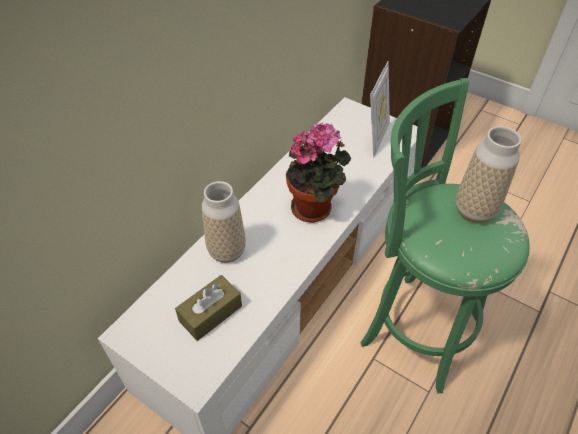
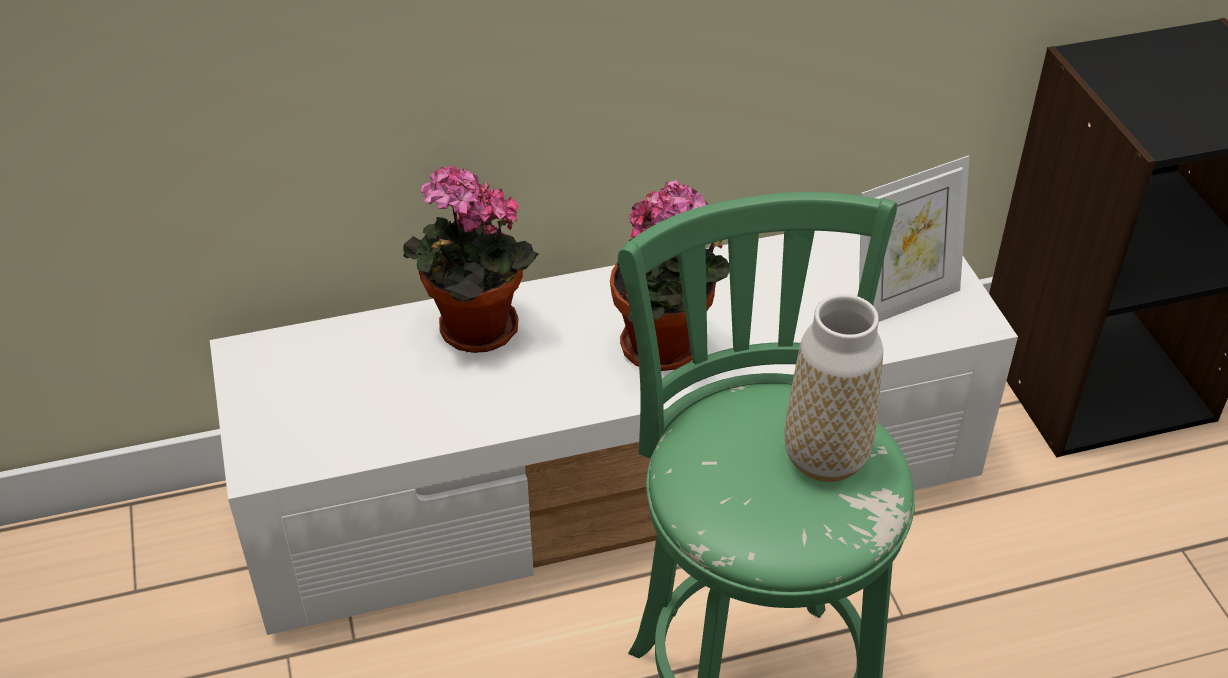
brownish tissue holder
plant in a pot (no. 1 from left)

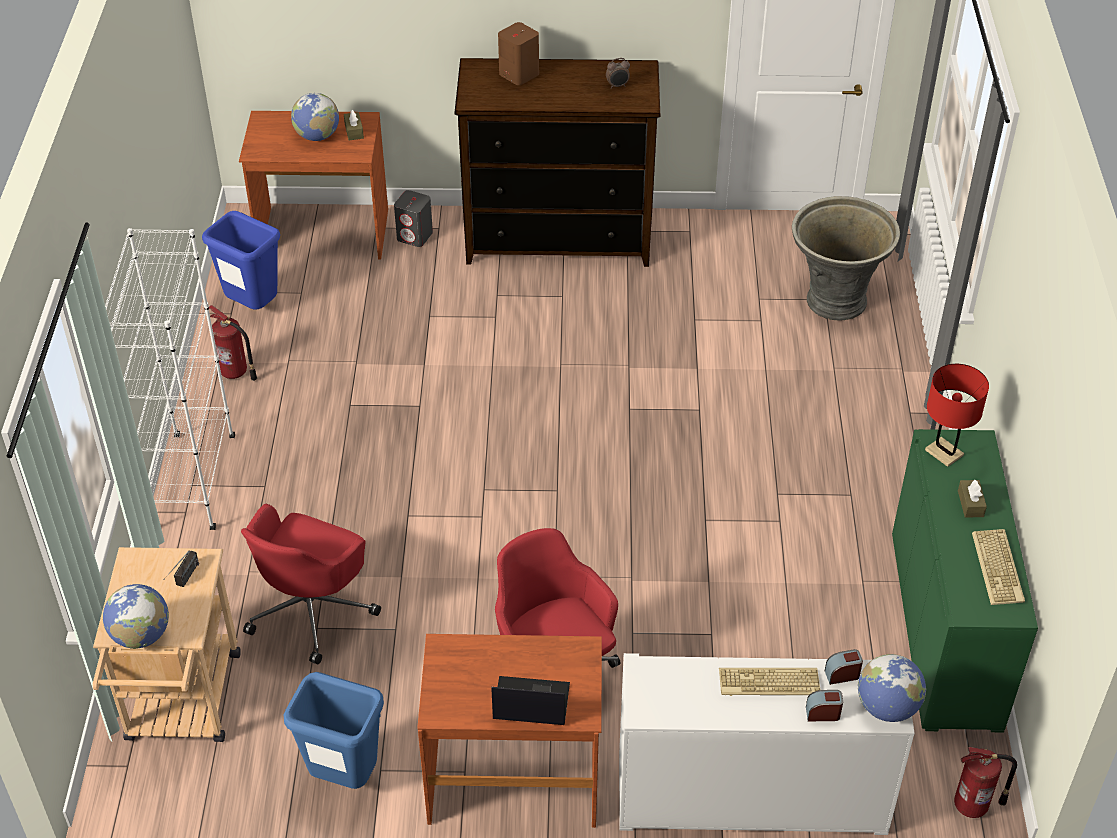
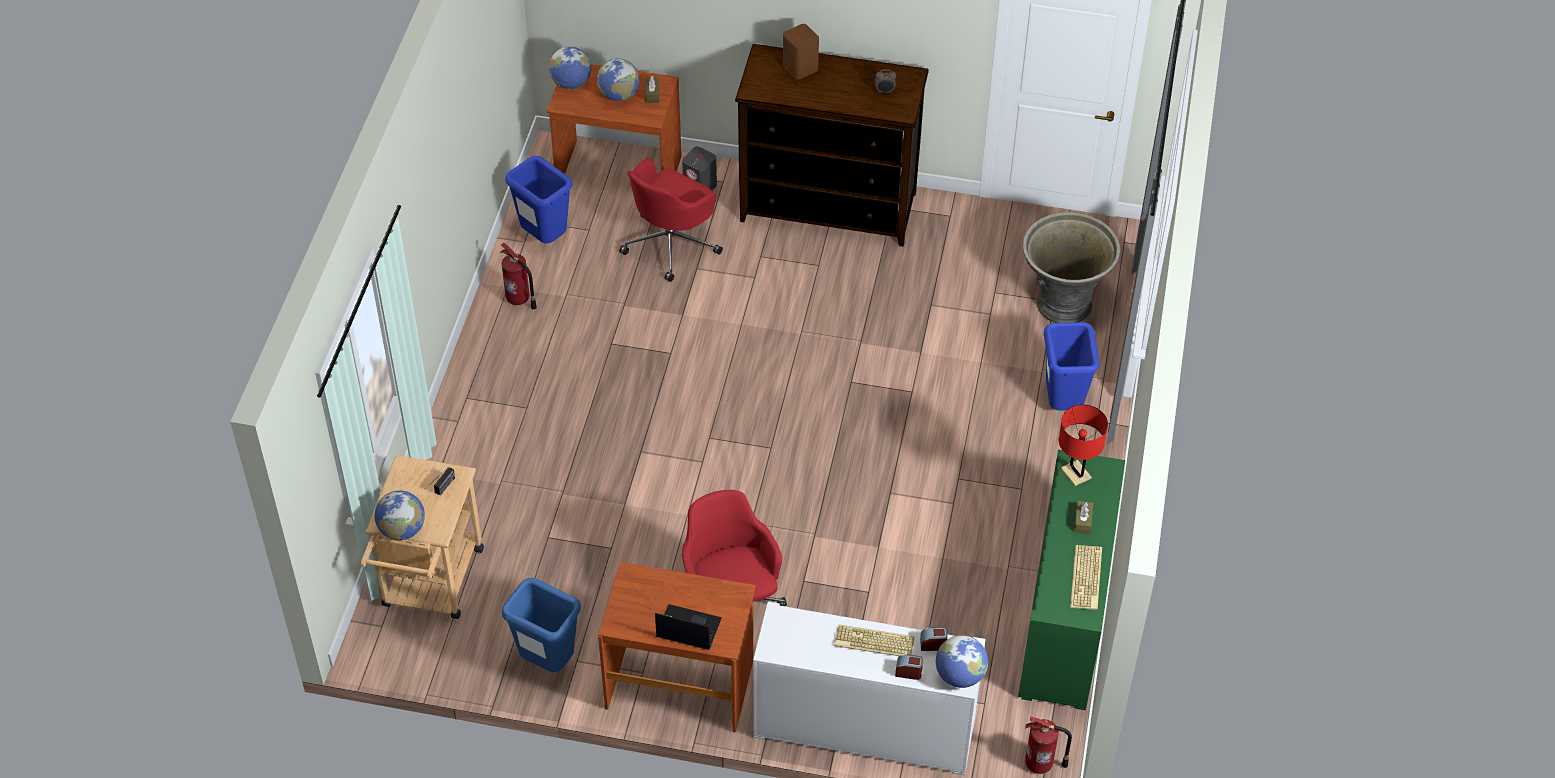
white bookcase
red office chair (no. 1 from left)
world globe (no. 2 from left)
blue trash can (no. 3 from left)

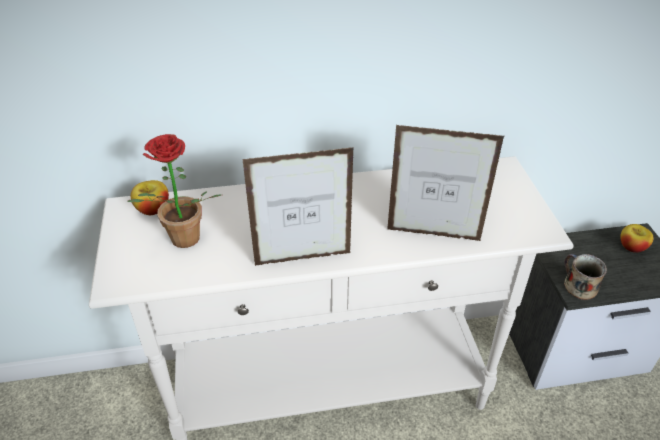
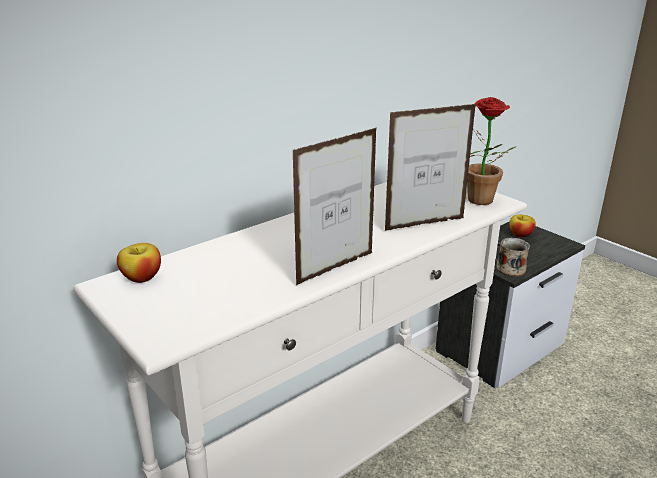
plant in a pot

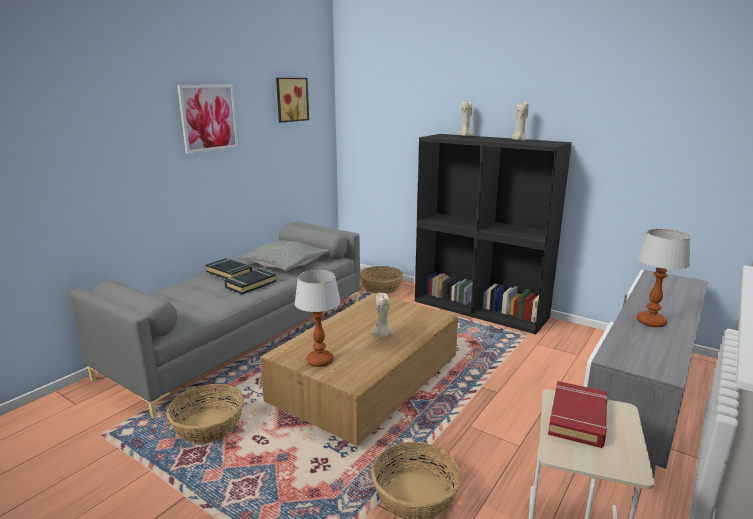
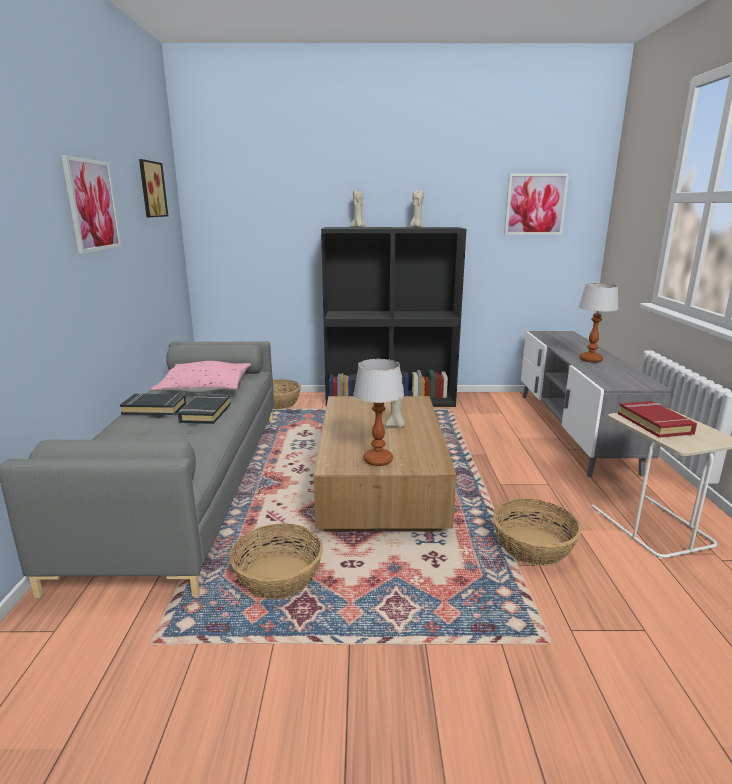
pink-coloured throw pillow
wall picture (no. 3 from left)

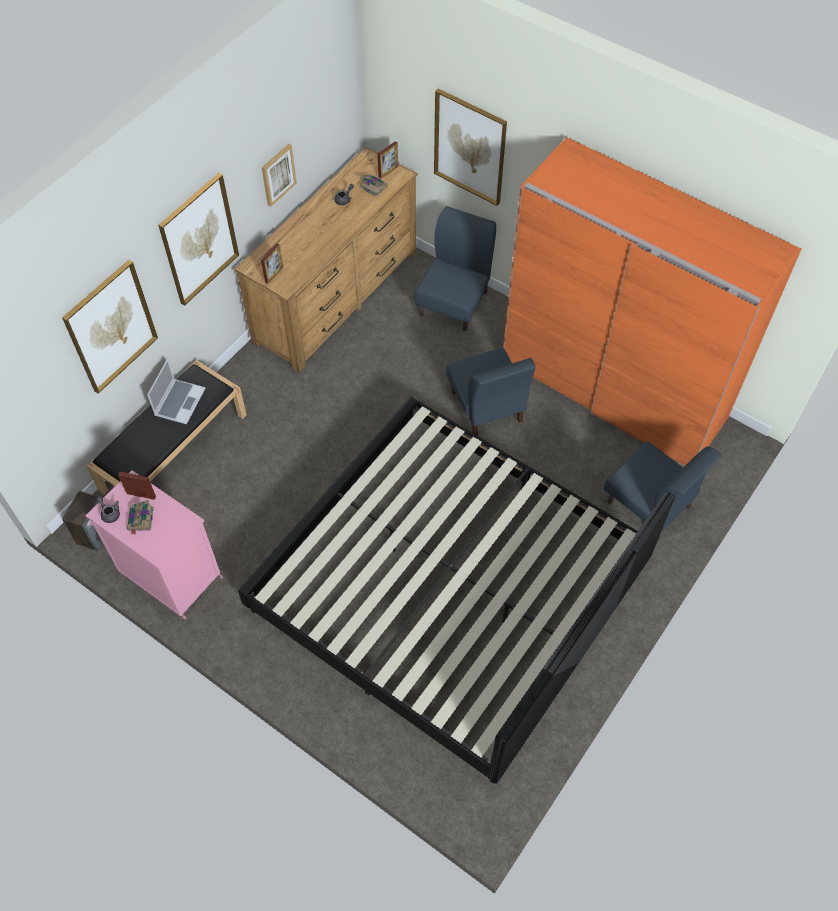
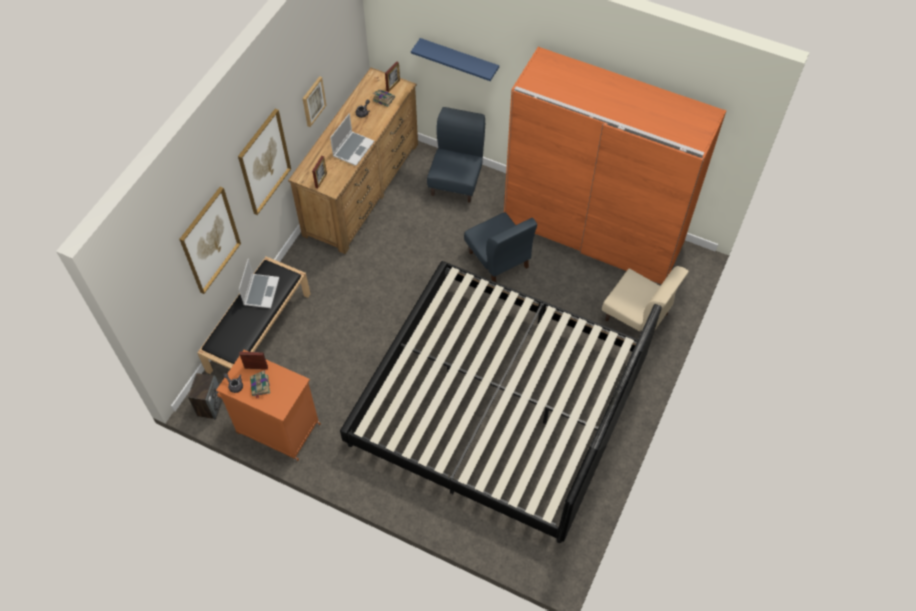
orangey cupboard
blue shelf
beige chair
laptop (no. 2 from left)

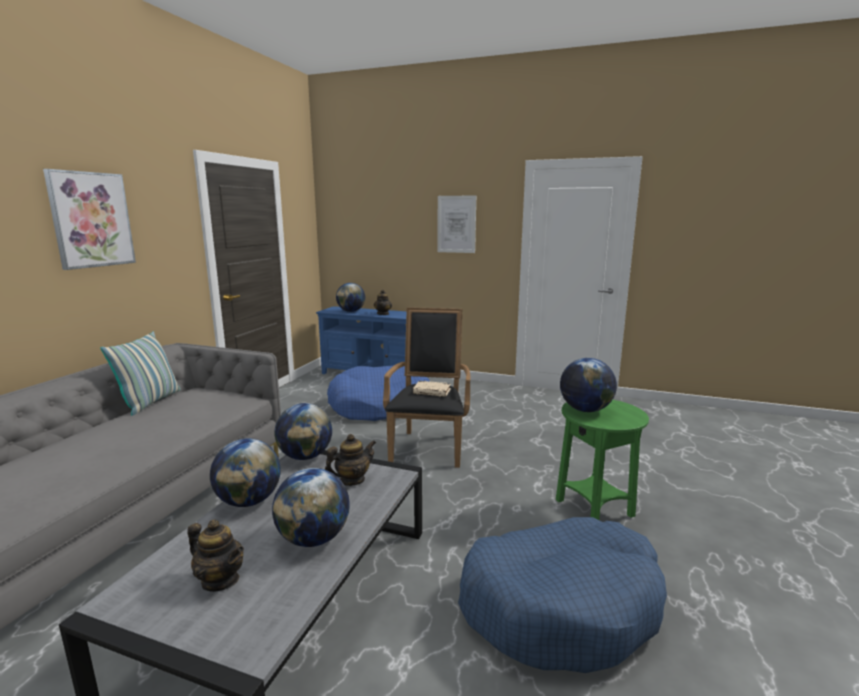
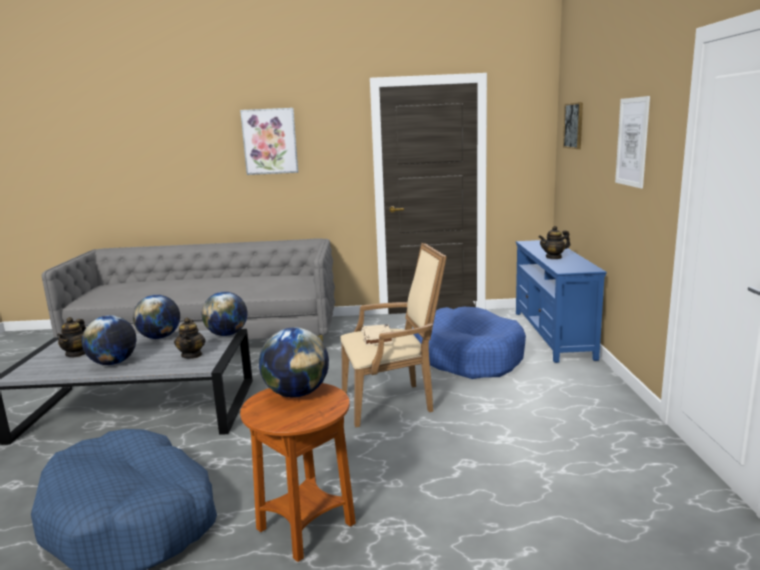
throw pillow
teapot (no. 2 from left)
world globe (no. 4 from left in the first image)
beige armchair
brownish end table
wall picture (no. 2 from left)

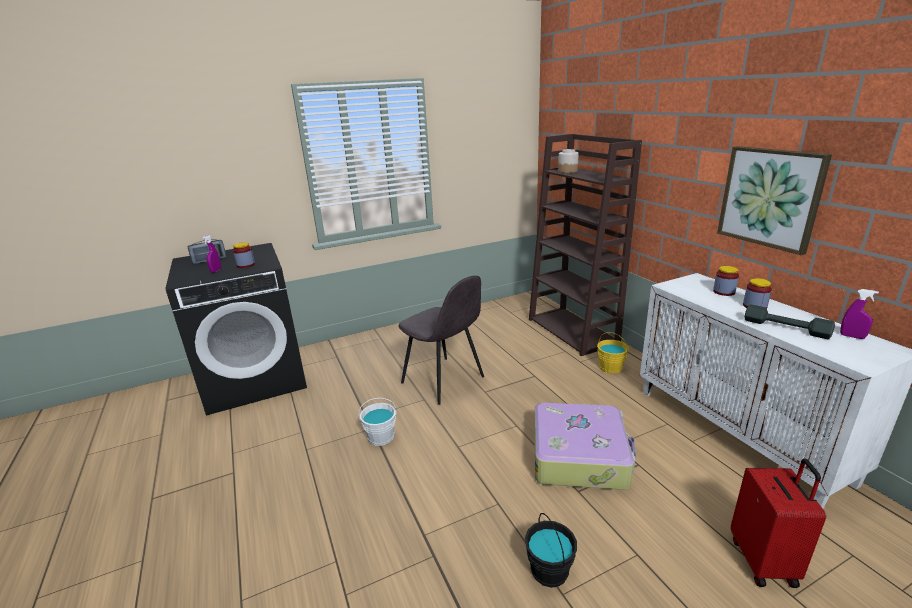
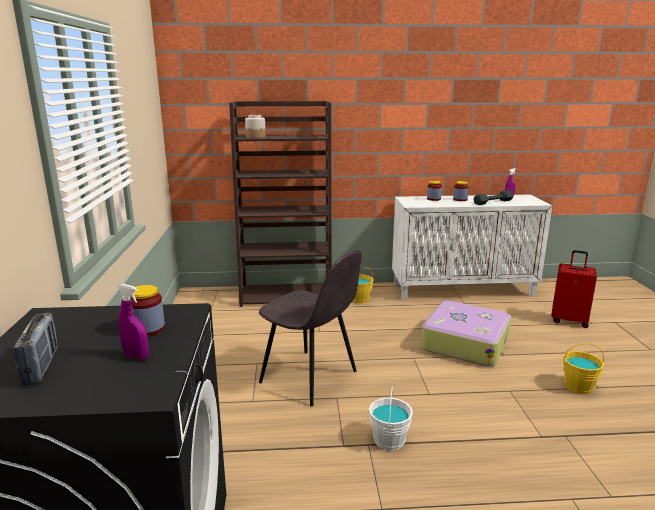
grey chair
yellowish bucket (no. 2 from left)
wall picture

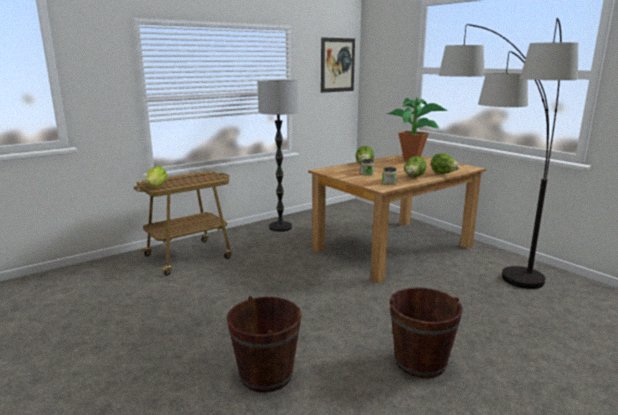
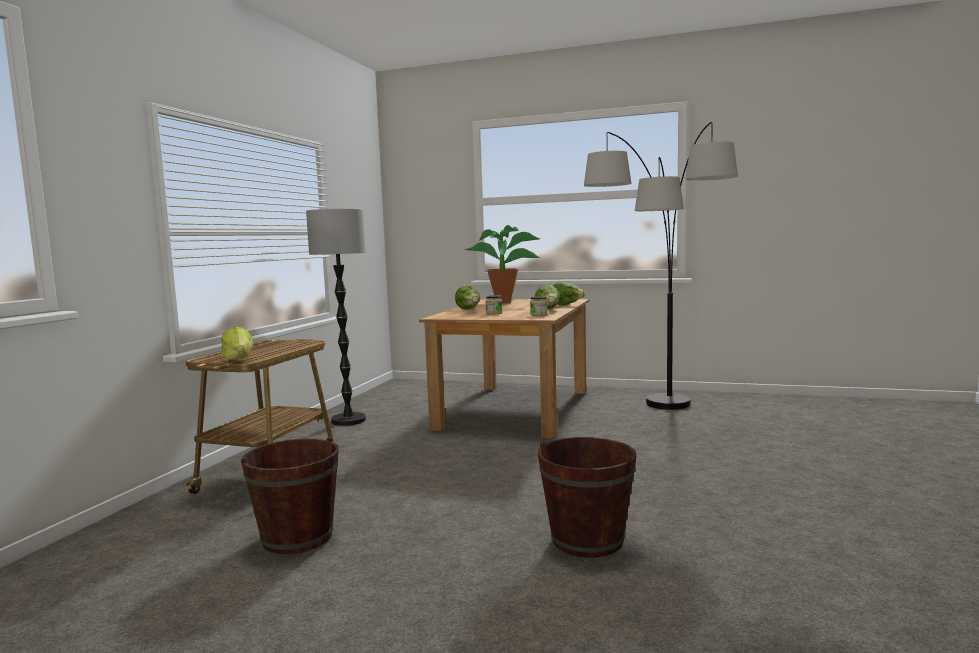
wall picture
brownish bucket (no. 1 from left)

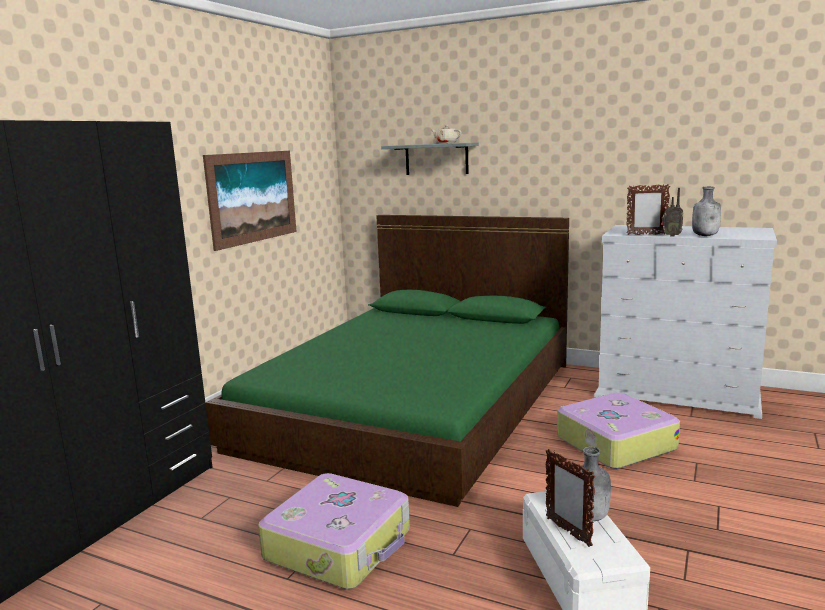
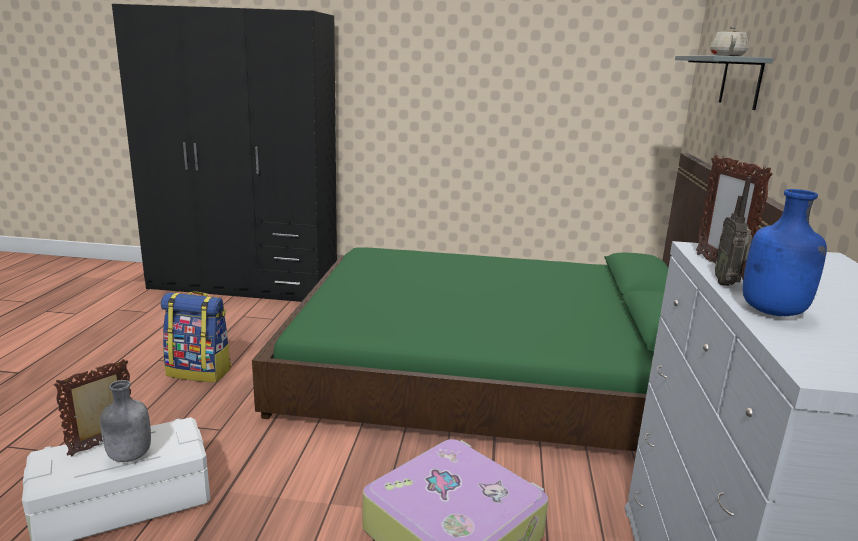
wall picture
knapsack
blue bottle

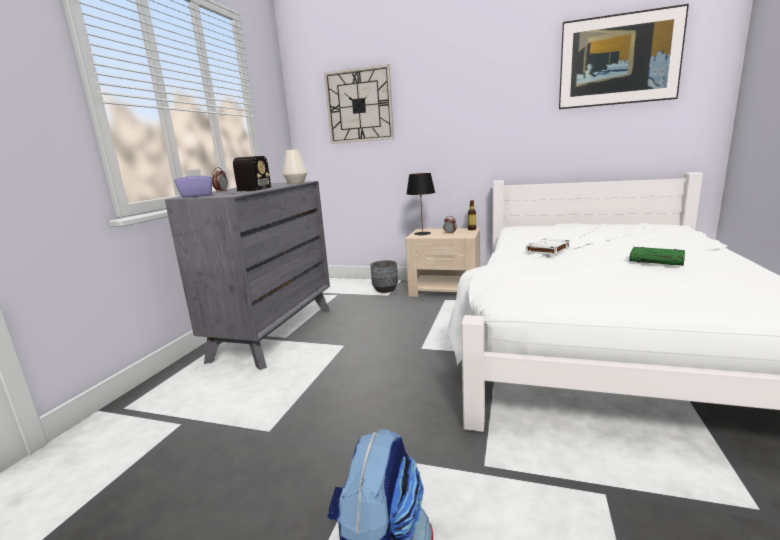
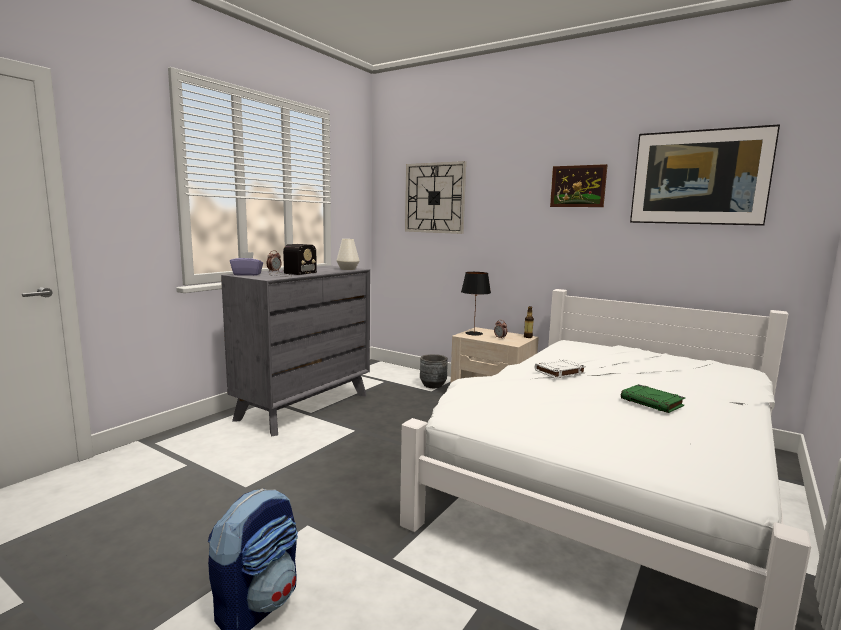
wall picture (no. 1 from left)

